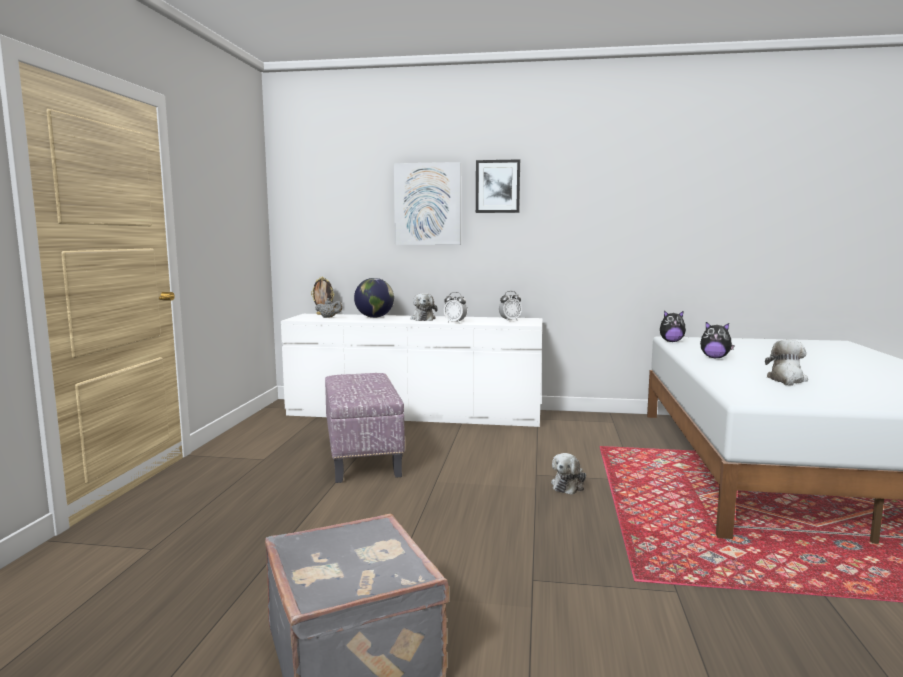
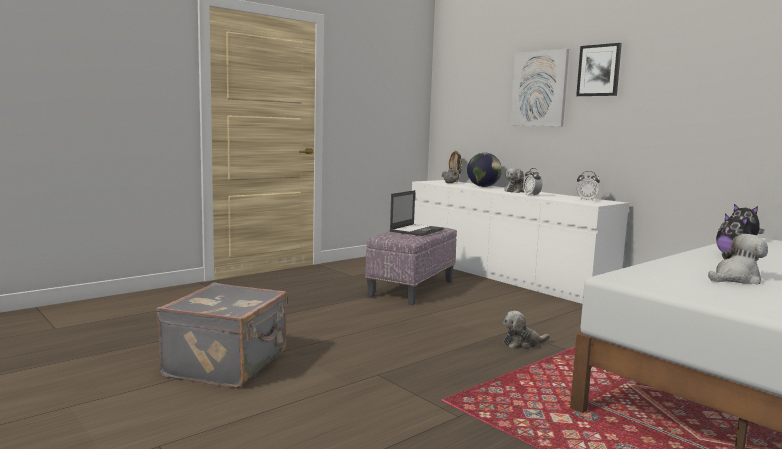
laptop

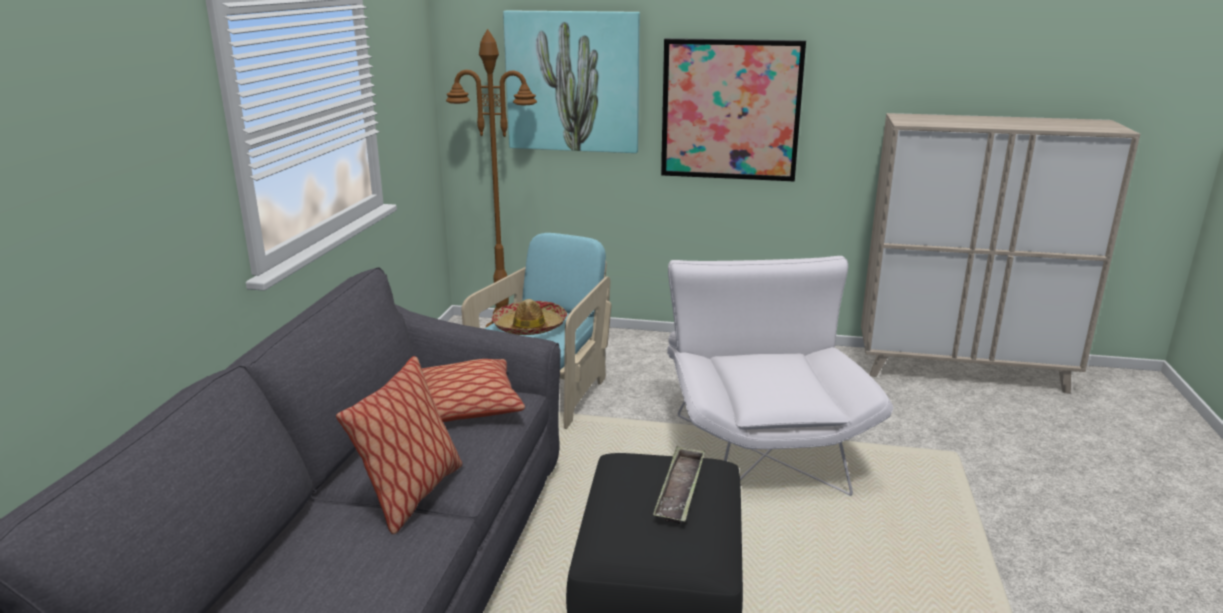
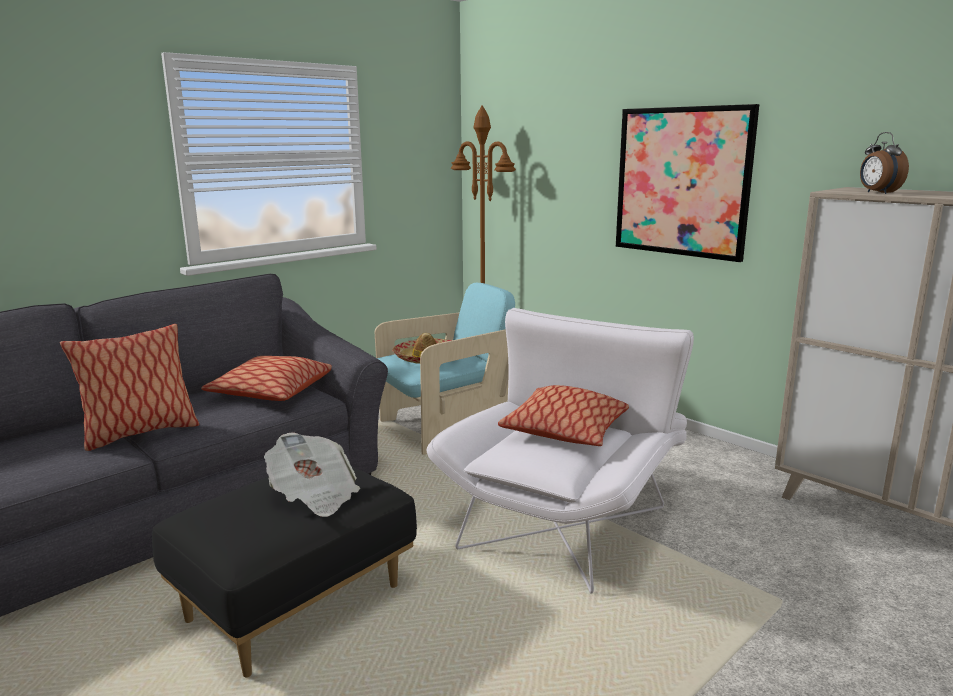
wall picture (no. 1 from left in the first image)
printed paper
throw pillow (no. 3 from left)
alarm clock

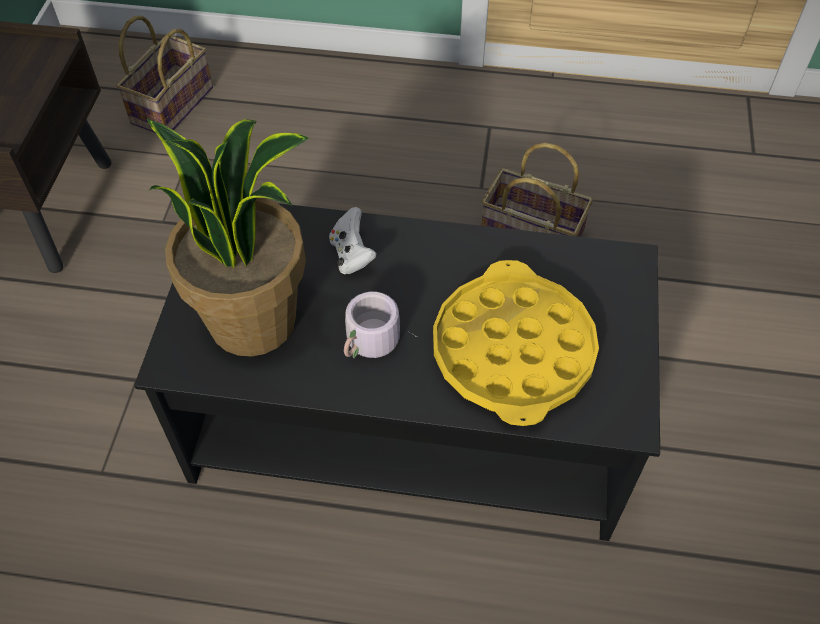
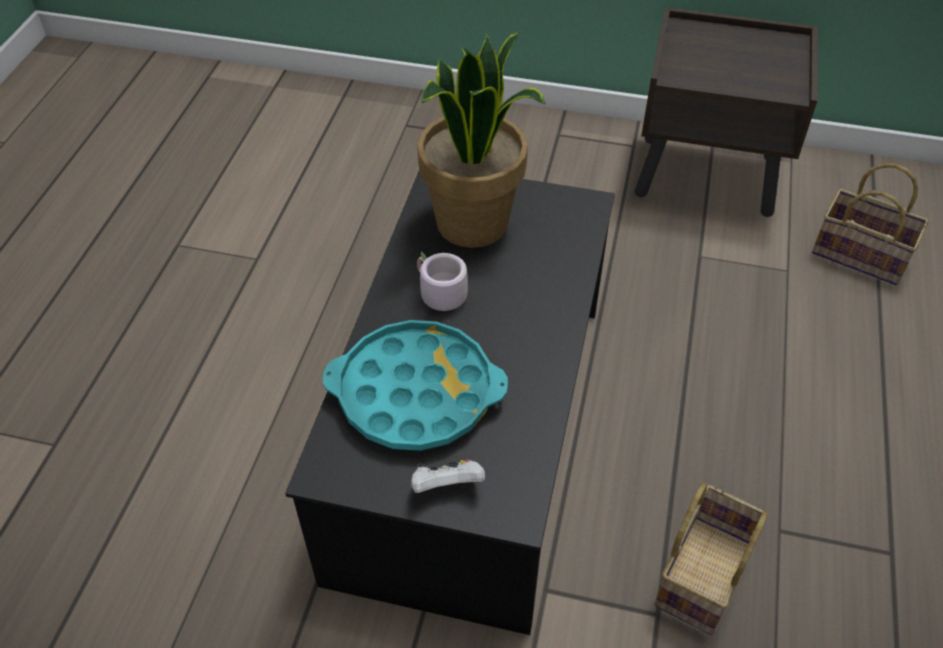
white game controller
blue-green serving tray

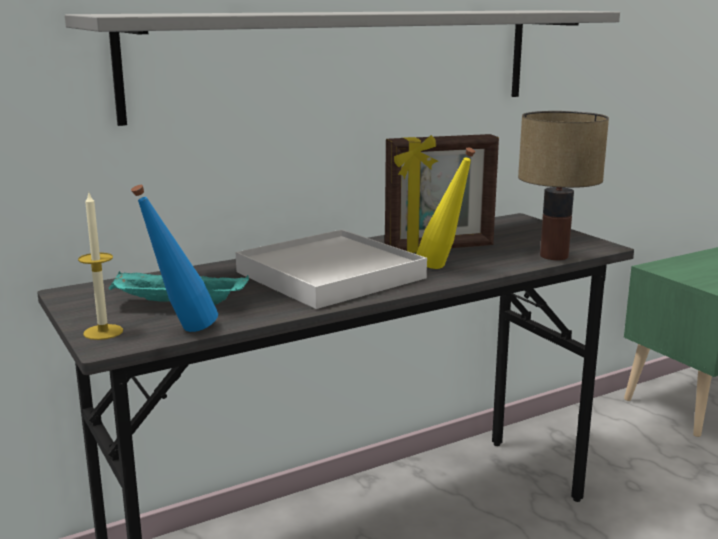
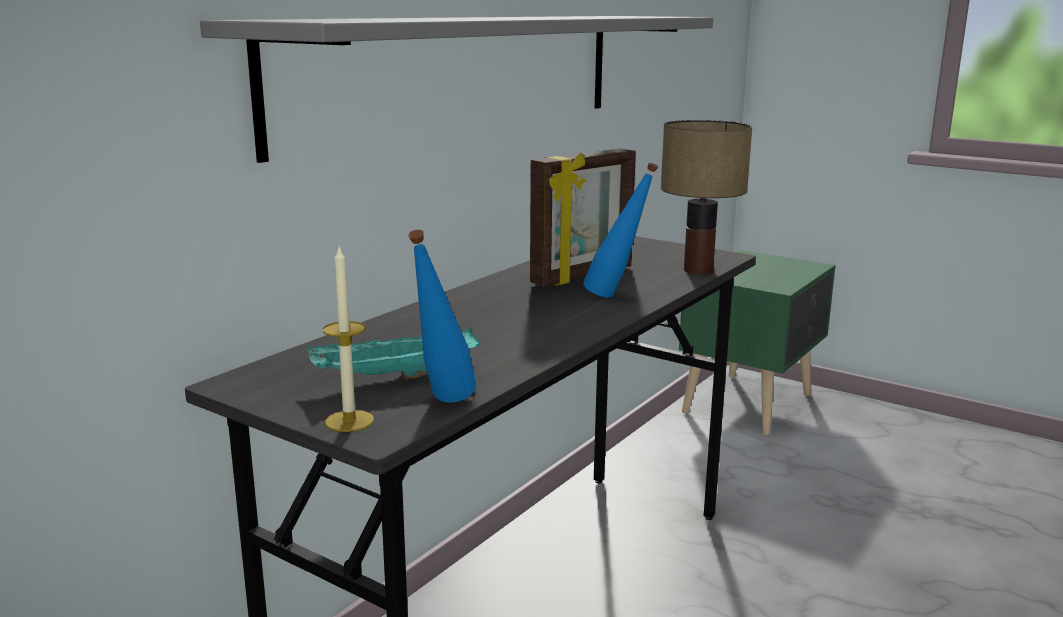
white serving tray
blue bottle (no. 2 from left)

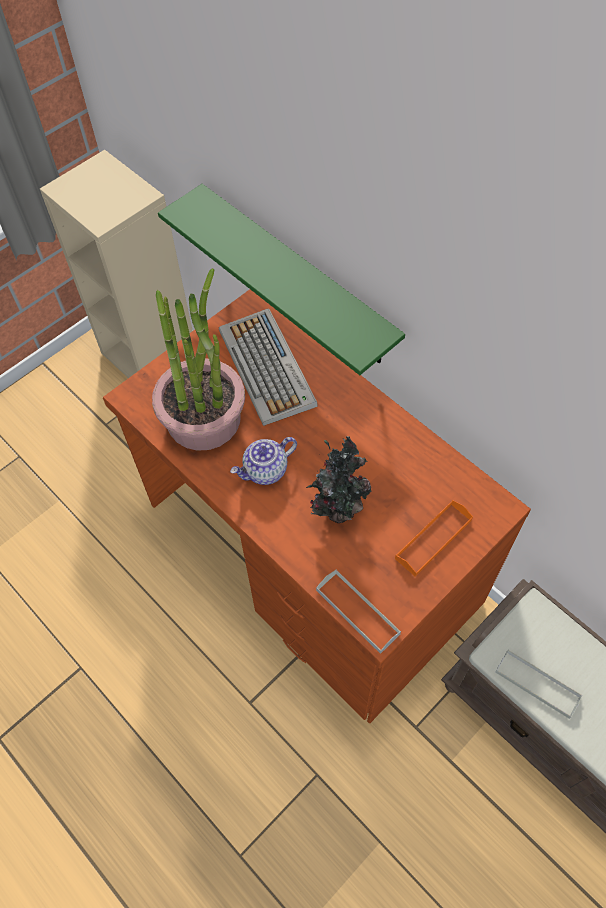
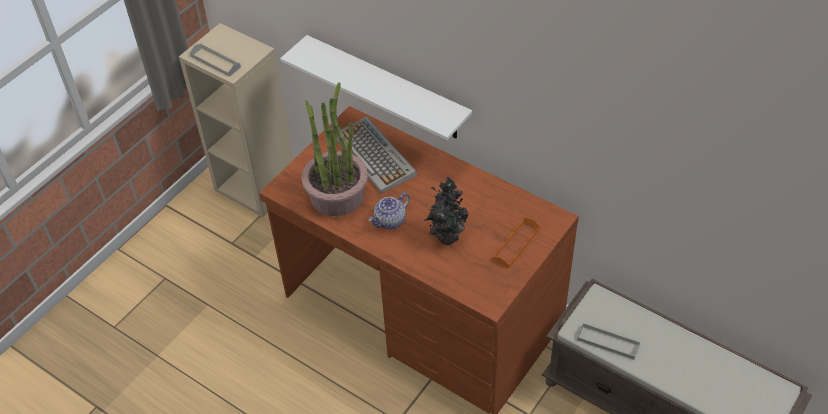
white shelf
grey serving tray (no. 1 from left)

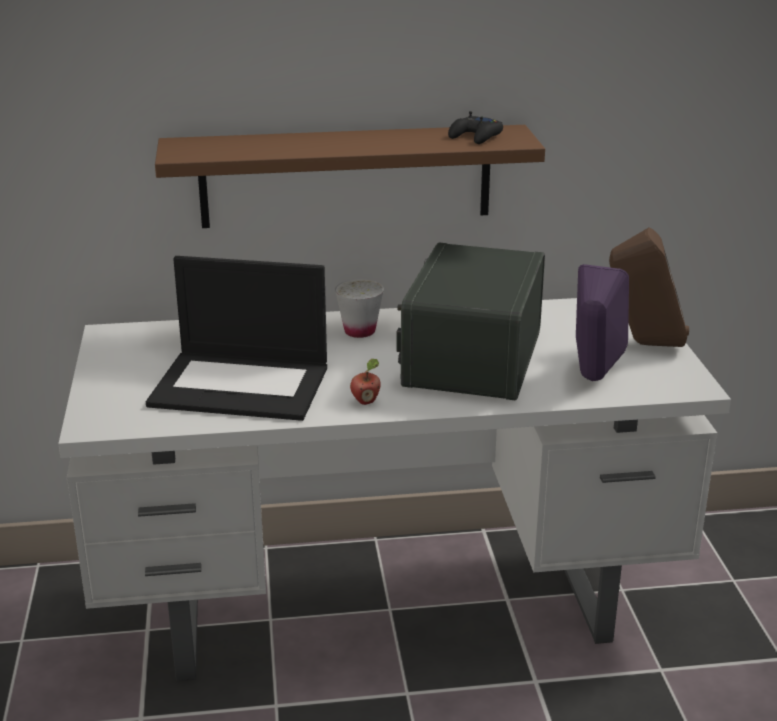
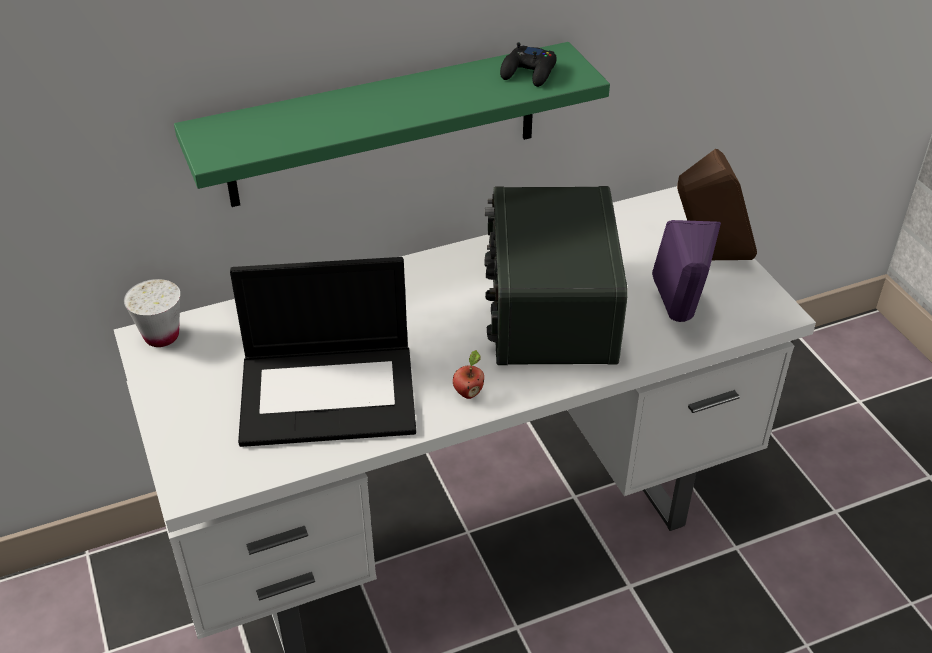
green-coloured shelf
white drinking cup

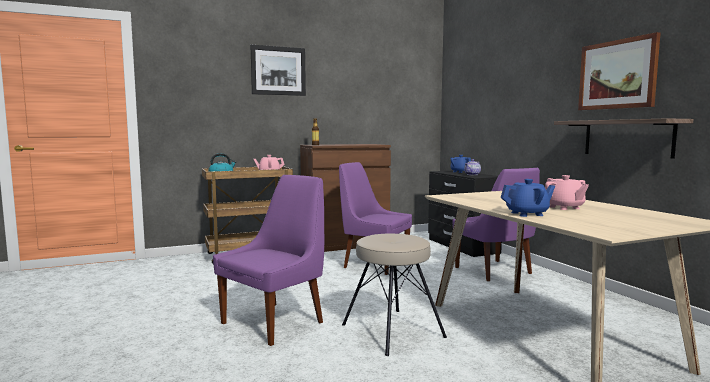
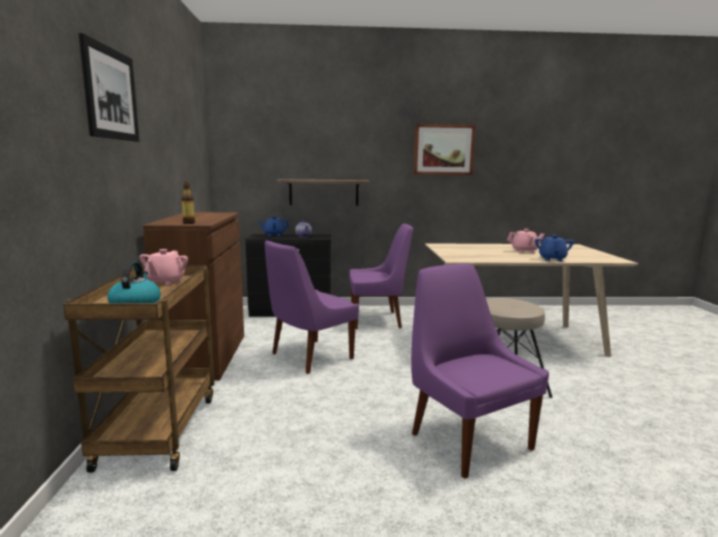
shelf

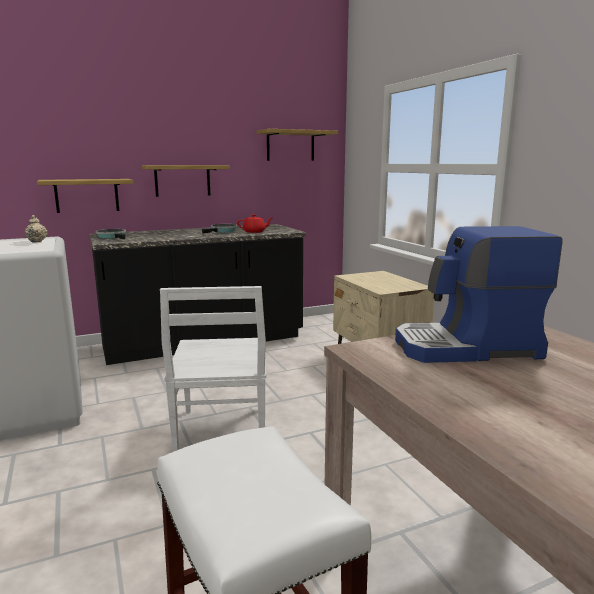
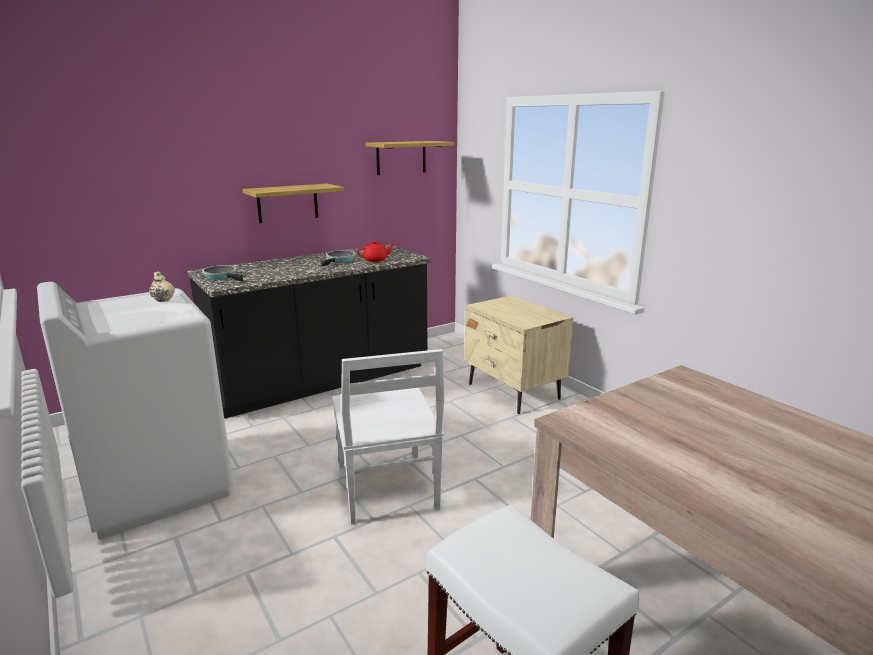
shelf (no. 1 from left in the first image)
coffee brewer

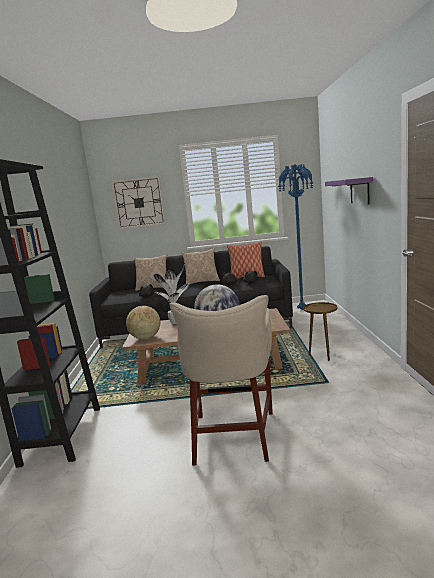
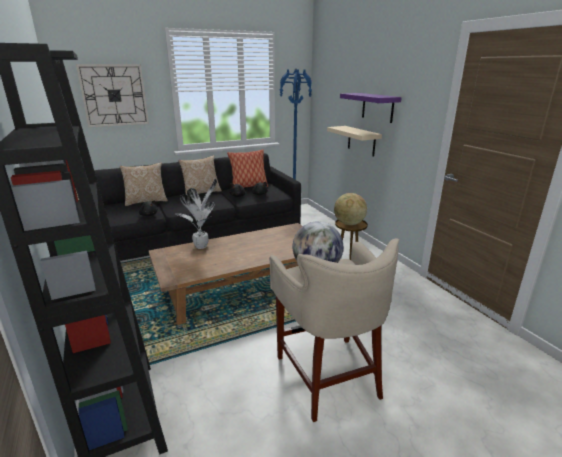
world globe (no. 2 from left)
beige shelf

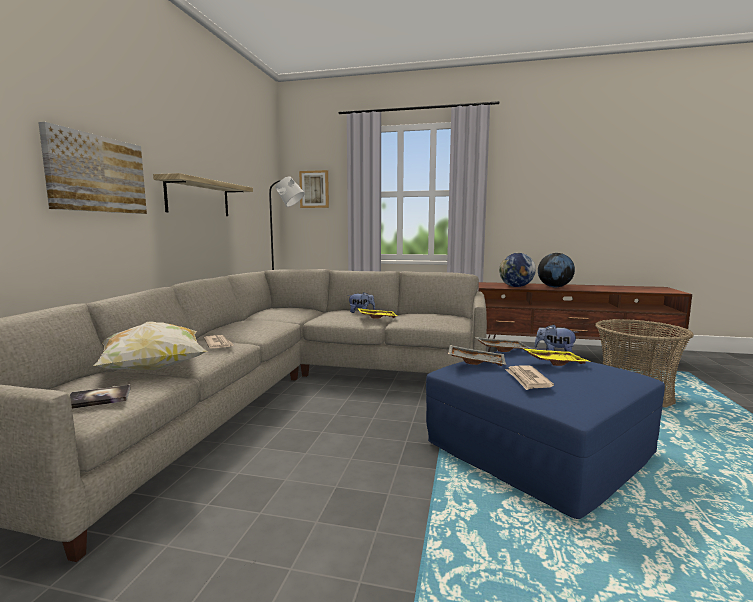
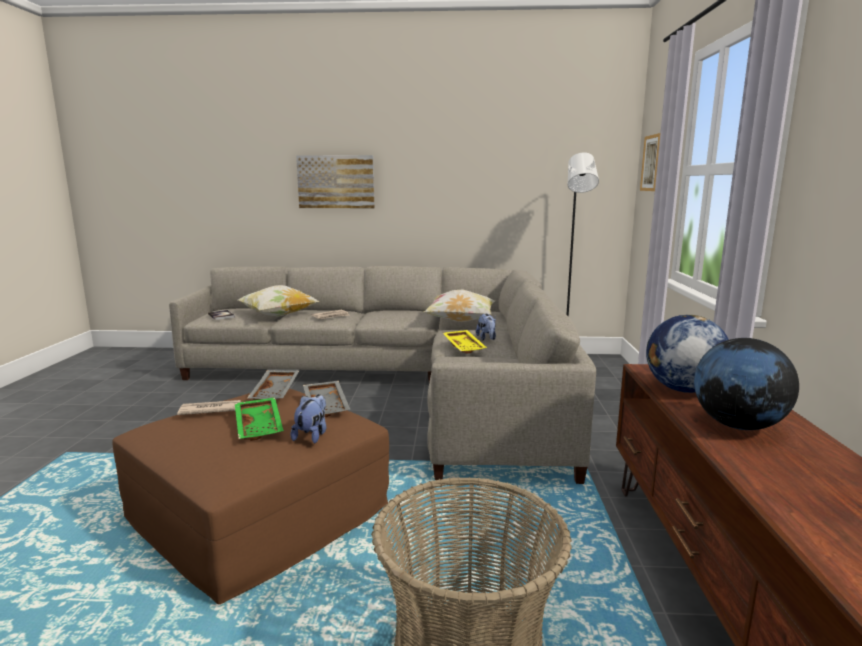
shelf
brownish footrest
green-coloured serving tray
throw pillow (no. 2 from left)

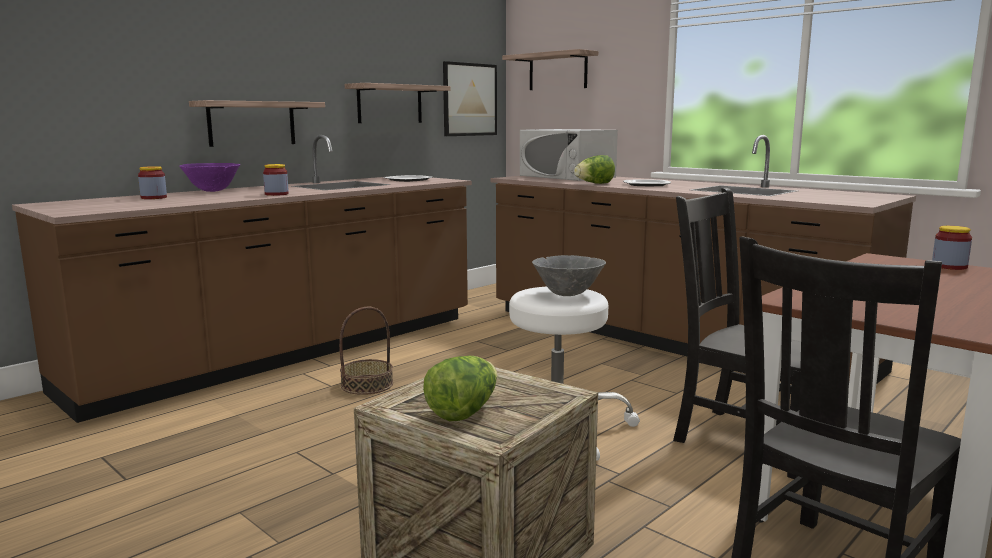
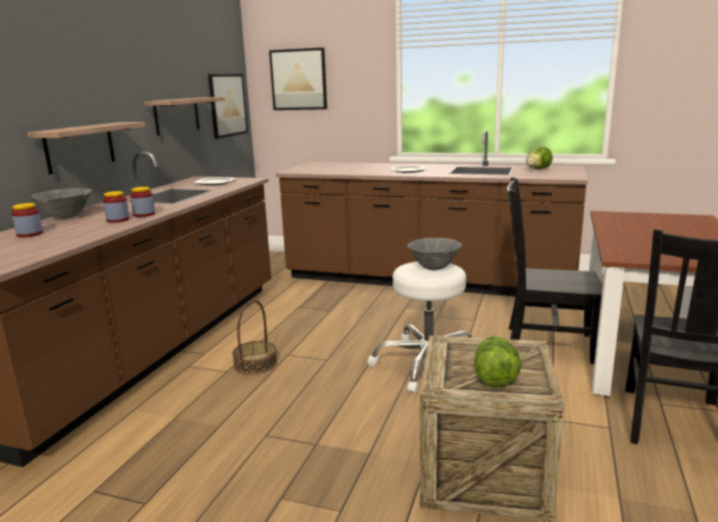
grey deep dish (no. 1 from left)
wall picture (no. 2 from left)
white microwave
head of lettuce (no. 2 from left)
preserve jar (no. 2 from left)

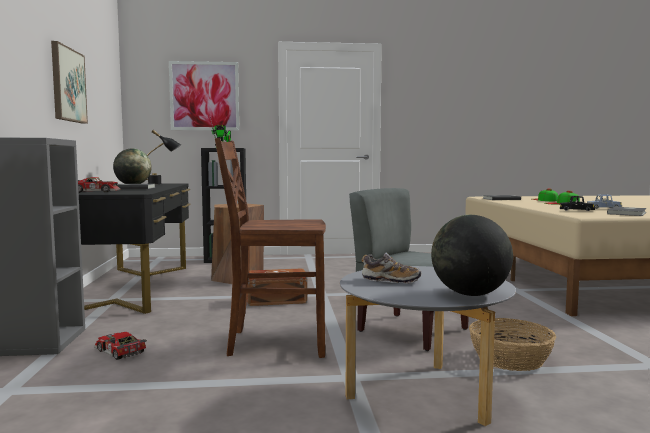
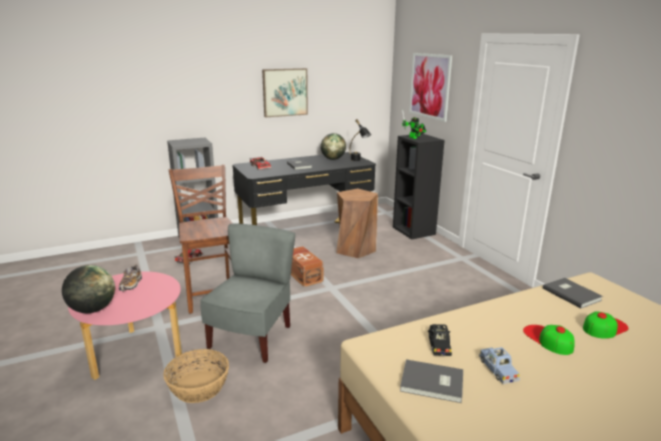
pink-coloured coffee table

